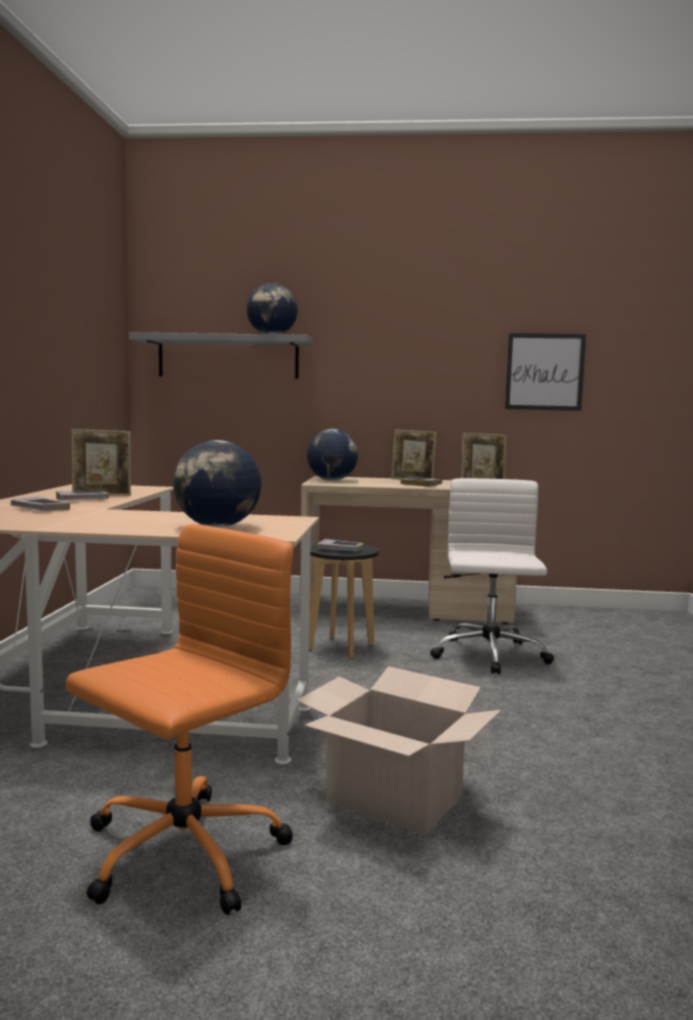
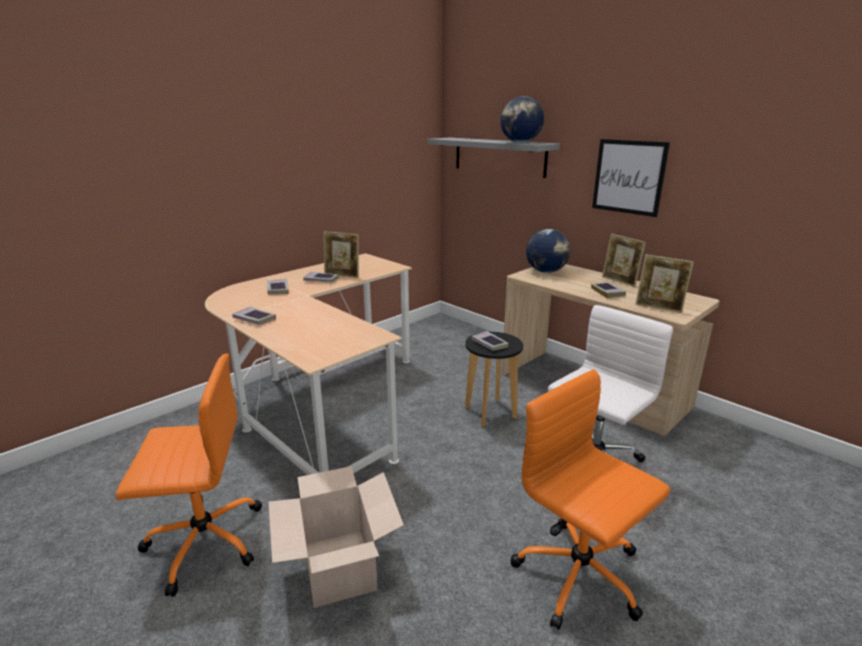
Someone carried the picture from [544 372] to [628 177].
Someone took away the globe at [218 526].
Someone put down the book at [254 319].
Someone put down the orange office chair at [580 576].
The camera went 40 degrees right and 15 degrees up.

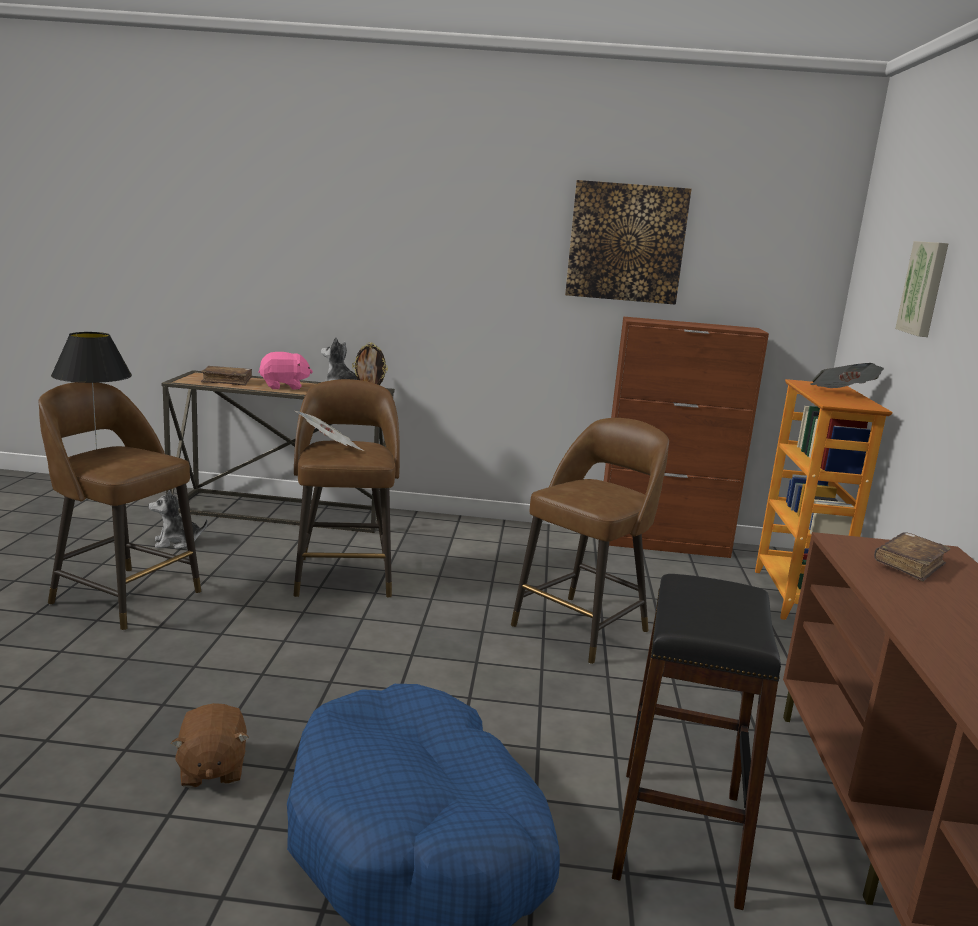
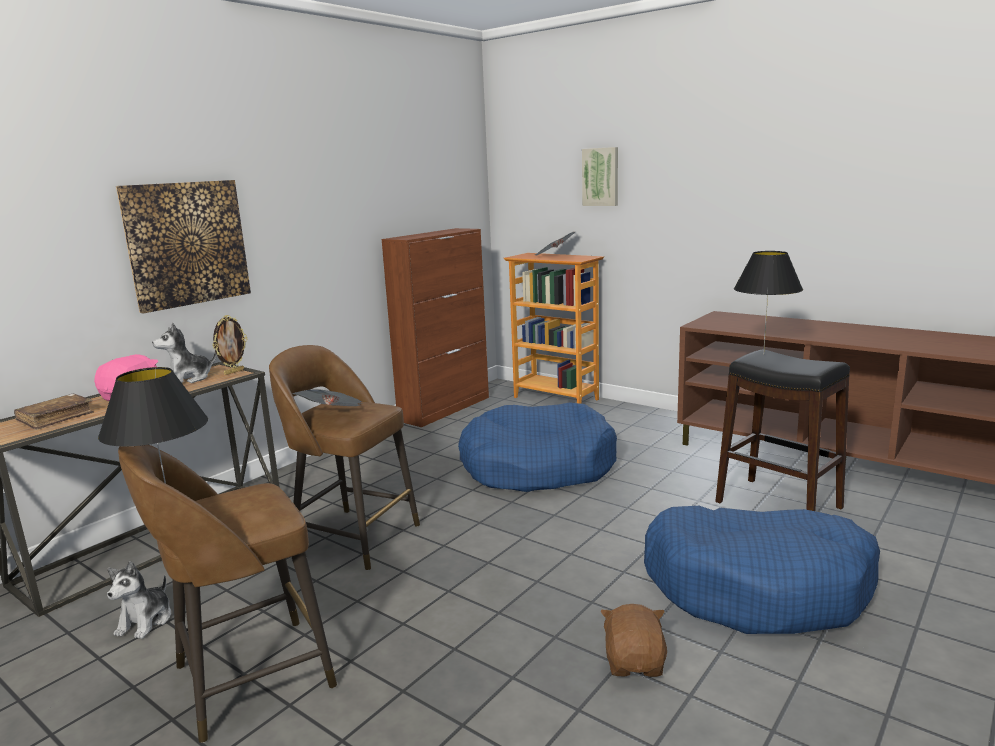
Someone carried the picture from [626 243] to [187 243].
Someone swapped the brown stool at [583 627] for the blue dog bed at [537 466].
Someone took away the brown book at [909 565].
Someone rotated the brown plush toy at [211 769] by 105 degrees counterclockwise.
Someone put down the black table lamp at [764 354].
The camera went 55 degrees left and 0 degrees up.

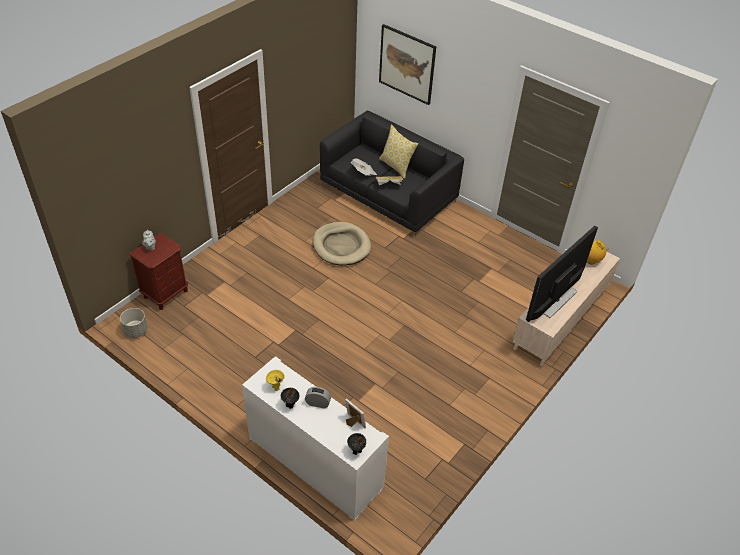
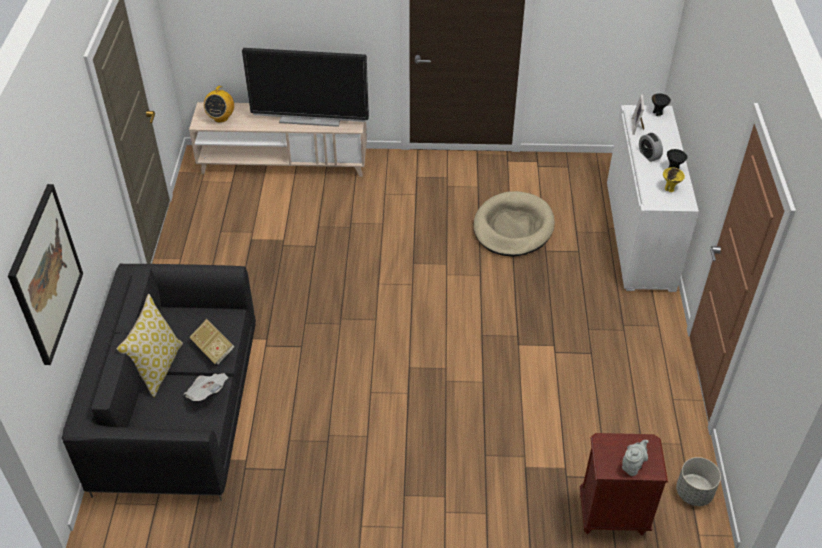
Someone carried the beige dog bed from [341 246] to [513 227].
The camera went 125 degrees left and 0 degrees up.

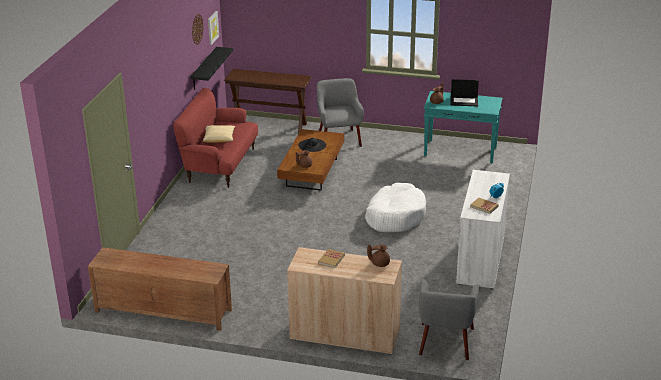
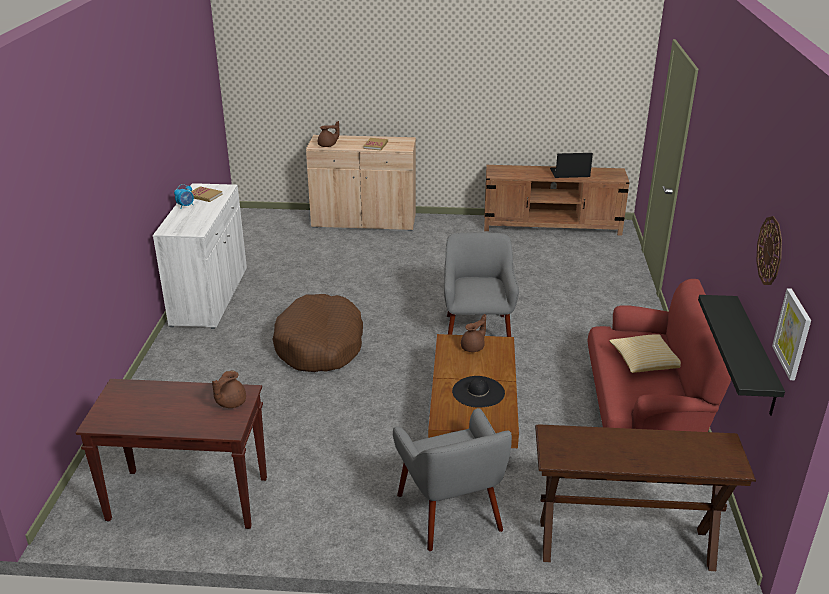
Someone carried the laptop from [464 101] to [569 173].
Someone repainted the turquoise console table at [461 151], which became the brown console table at [187 500].
Someone repainted the white dog bed at [395 216], which became the brown dog bed at [320 346].
Someone carried the grey armchair from [445 341] to [477 331].
The camera went 170 degrees right and 0 degrees up.

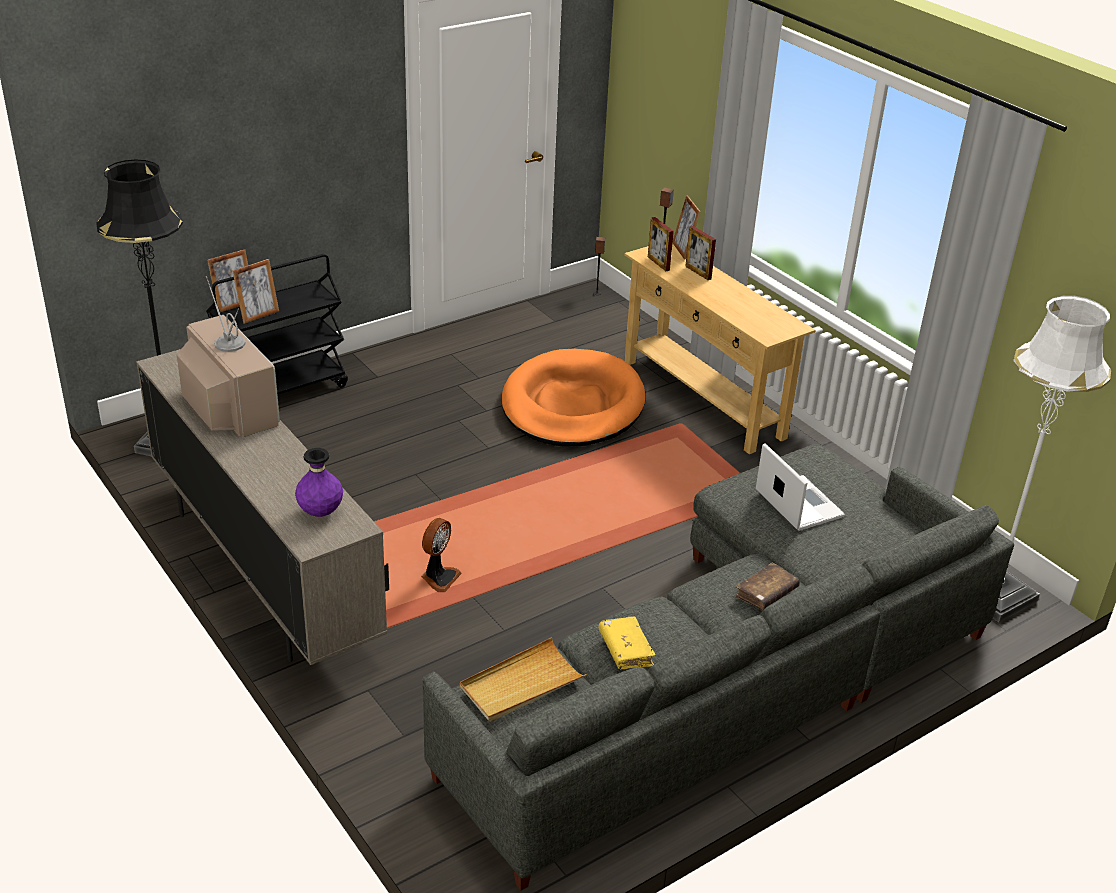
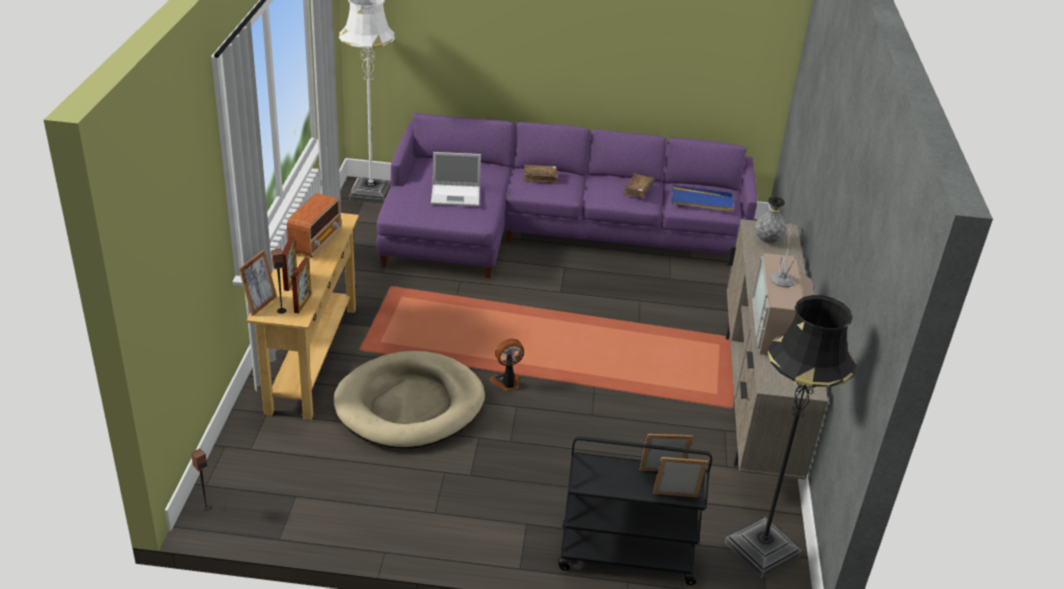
Someone repainted the orange dog bed at [572 405], which became the beige dog bed at [410 405].
Someone rotated the laptop at [797 503] by 105 degrees counterclockwise.
Someone repainted the grey sofa at [735 672], which became the purple sofa at [547 231].
Someone repainted the purple vase at [320 512], which became the grey vase at [767 241].
Someone carried the fan from [439 578] to [507 383].
Someone repainted the yellow book at [625 649], which became the brown book at [638 190].
Someone repainted the beige tray at [521 684], which became the blue tray at [702 201].
Someone put down the radio at [316 242].
The camera went 140 degrees left and 0 degrees up.

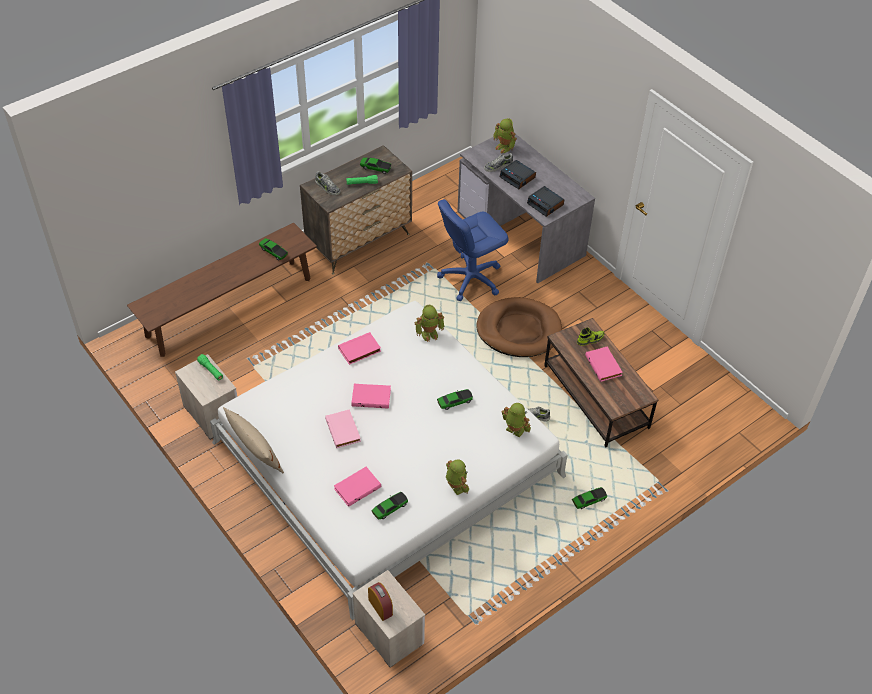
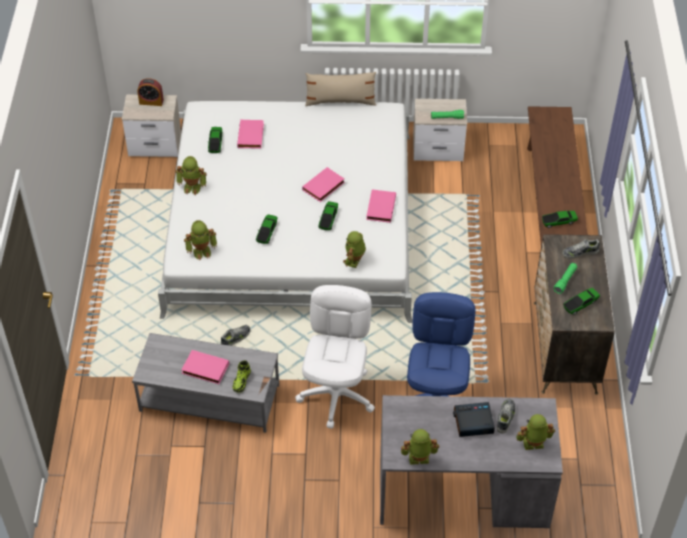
Someone took away the alarm clock at [545 204].
Someone swapped the brown dog bed at [519 330] for the white office chair at [337 395].
Someone repainted the brown coffee table at [595 396], which became the grey coffee table at [210 397].
Someone took away the pink book at [344 430].
Someone carried the toy car from [589 500] to [328 219].
Someone put down the toy robot at [418 459].
The camera went 130 degrees right and 0 degrees up.

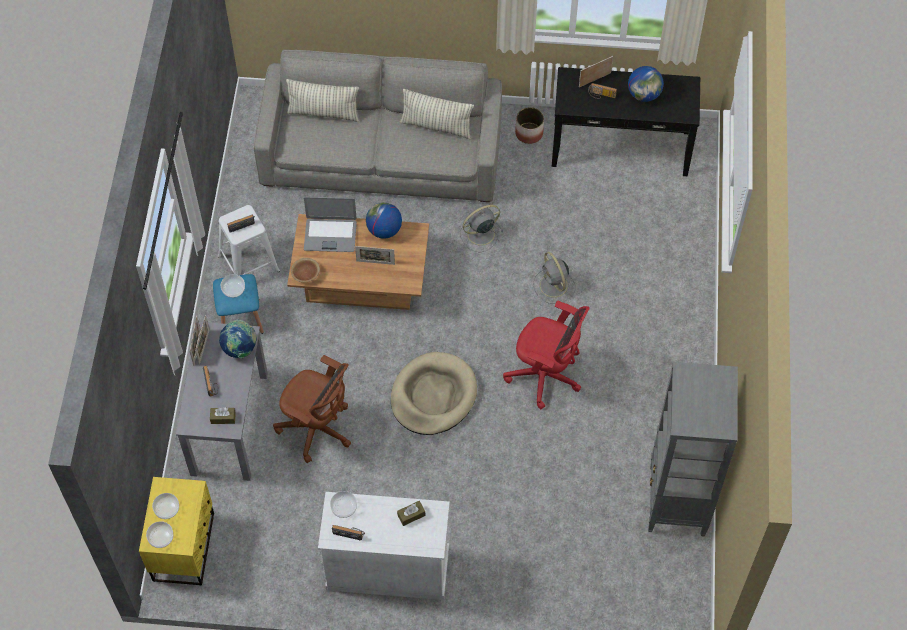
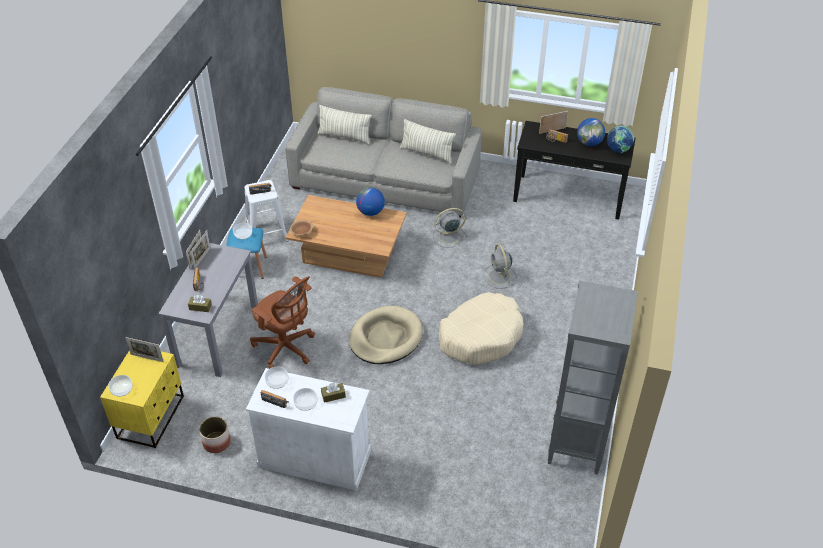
Someone carried the planter from [529 133] to [217 442].
Someone took away the laptop at [330 235].
Someone carried the picture frame from [375 262] to [147 358].
Someone swapped the red office chair at [545 376] for the beige dog bed at [480 336].
Someone carried the globe from [240 349] to [618 150].
Someone carried the bowl from [167 509] to [305 404].
The camera went 10 degrees right and 15 degrees down.

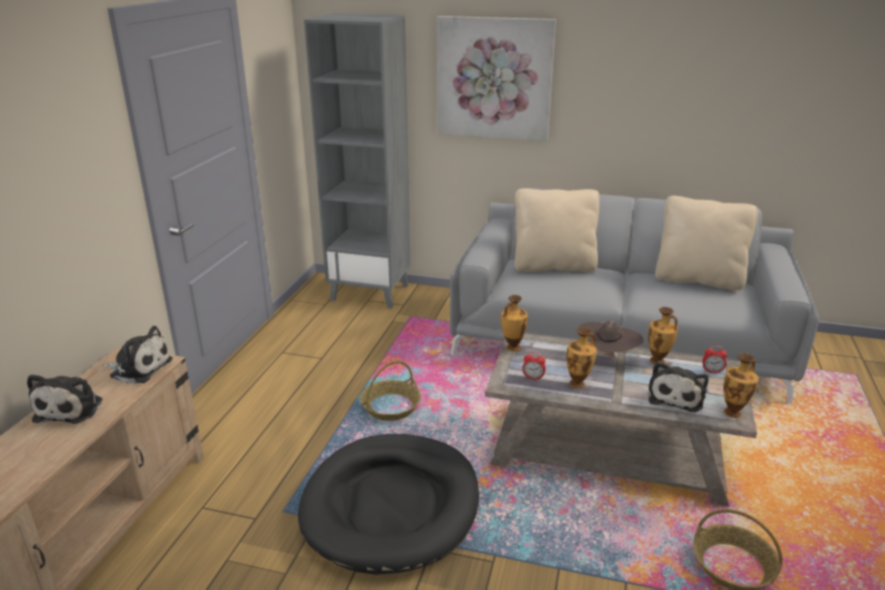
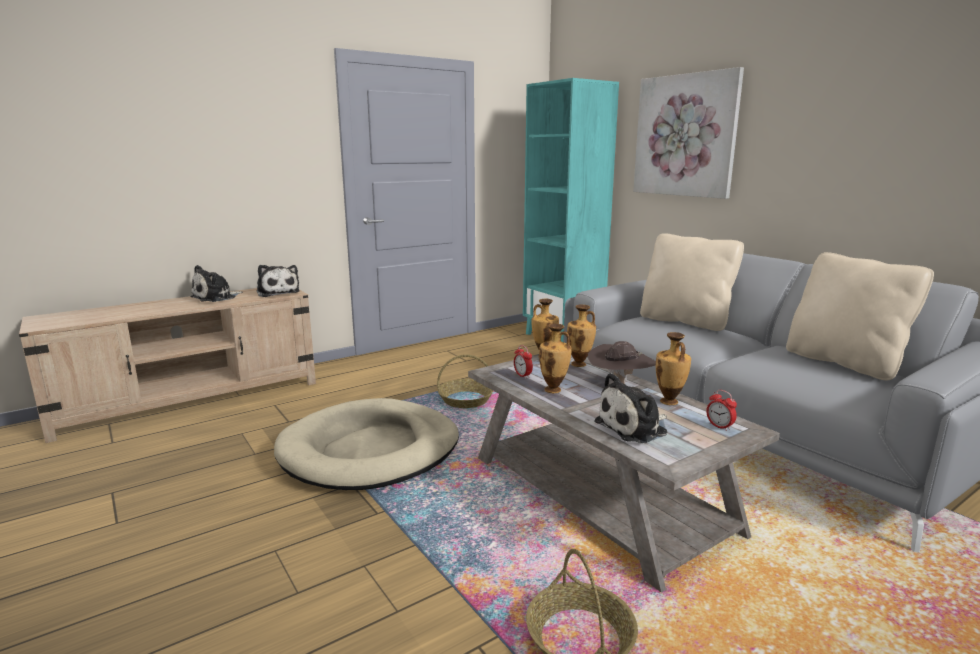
Someone repainted the grey bookcase at [370 292], which became the turquoise bookcase at [563 337].
Someone carried the vase from [733 413] to [579 364].
Someone repainted the black dog bed at [391 505], which became the beige dog bed at [370 450].
The camera went 40 degrees right and 10 degrees down.

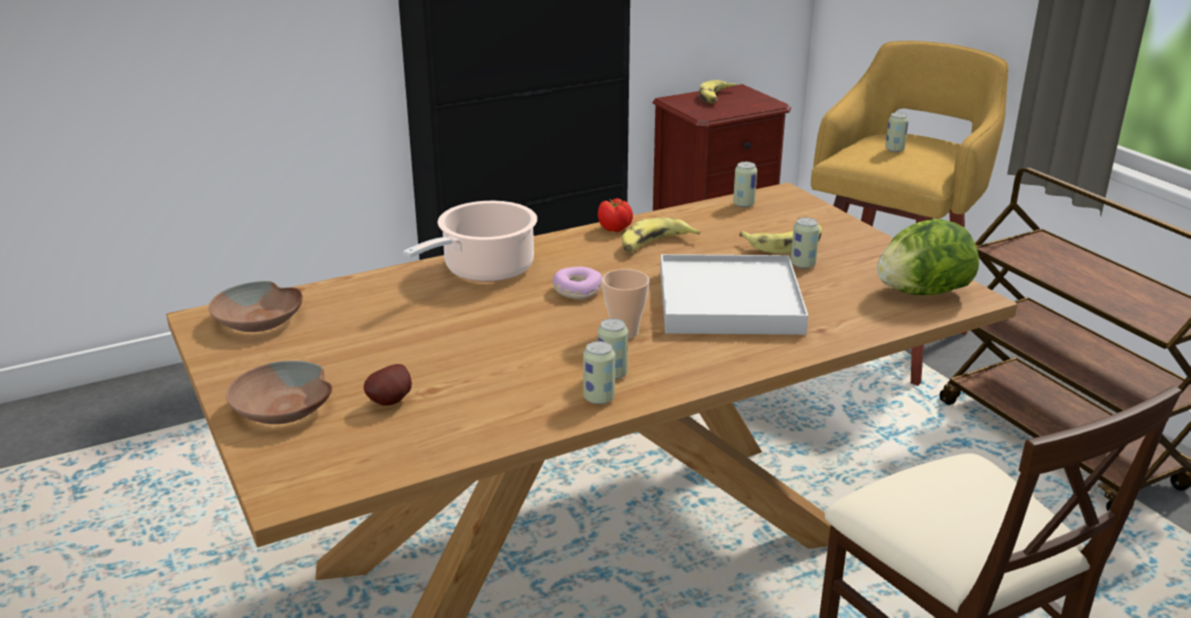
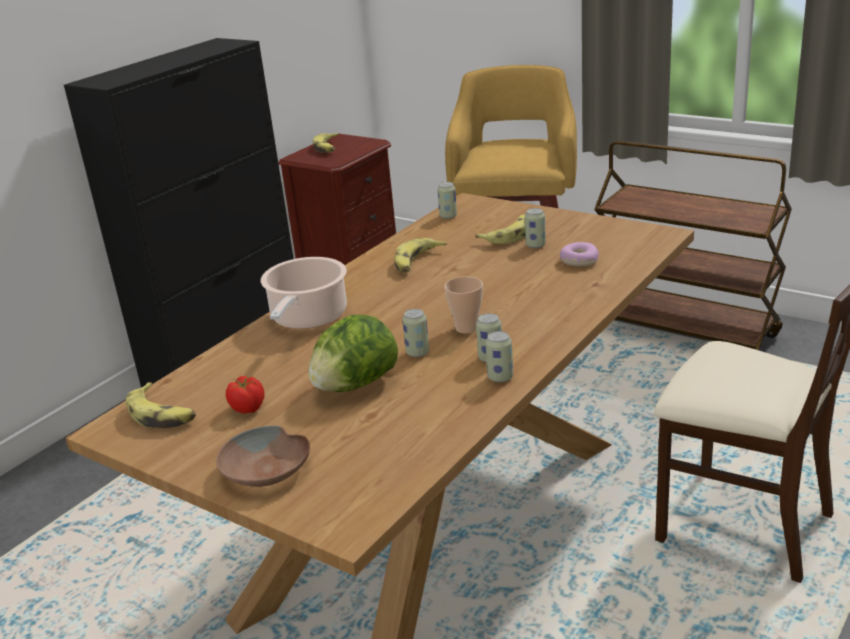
Someone carried the can from [894 150] to [417 353].
Someone carried the tomato from [615 228] to [248 408].
Someone carried the lettuce from [922 292] to [355 385].
Someone took away the white tray at [729 301].
Someone carried the donut from [577 290] to [579 261].
Someone swapped the brown bowl at [259 320] for the banana at [162 414].
Someone took away the potato at [392 402].
The camera went 25 degrees left and 0 degrees up.

